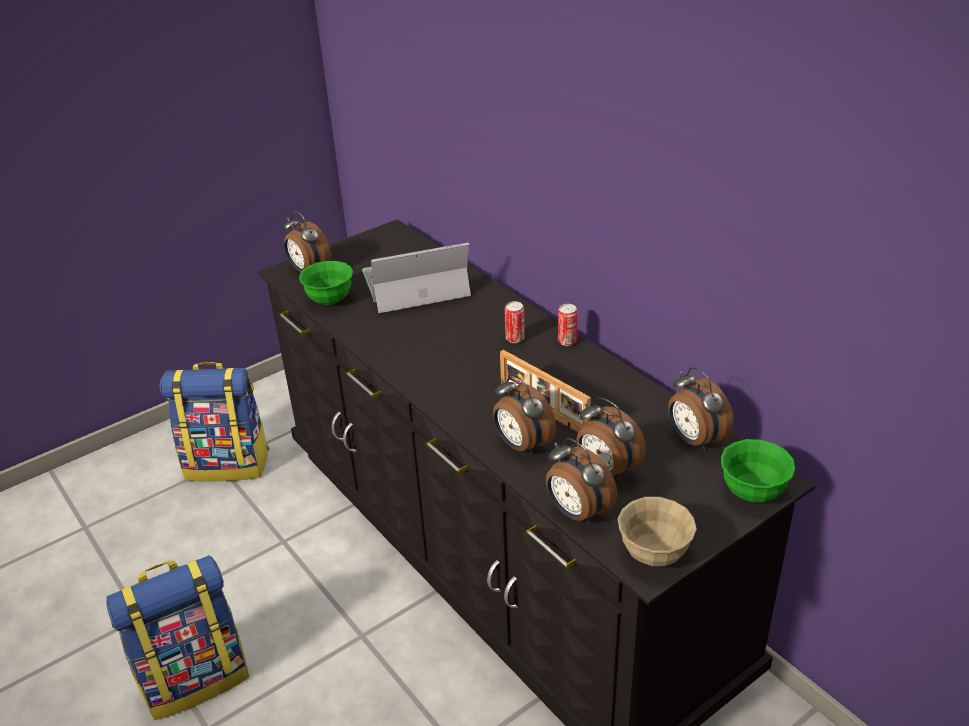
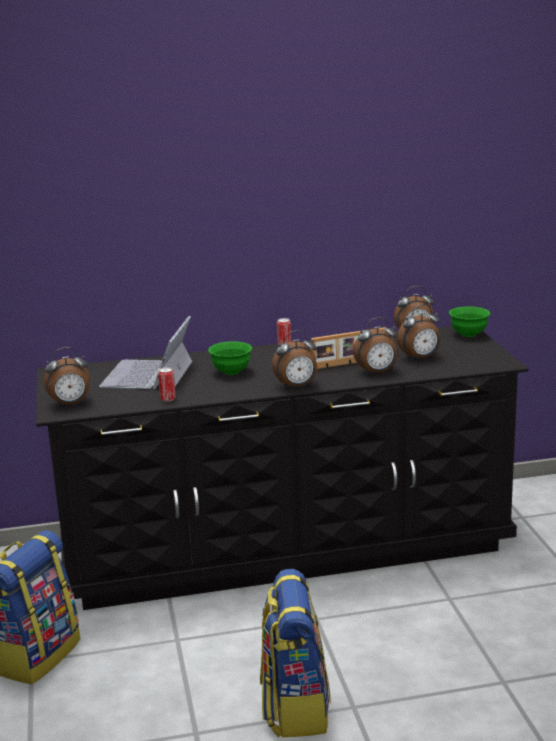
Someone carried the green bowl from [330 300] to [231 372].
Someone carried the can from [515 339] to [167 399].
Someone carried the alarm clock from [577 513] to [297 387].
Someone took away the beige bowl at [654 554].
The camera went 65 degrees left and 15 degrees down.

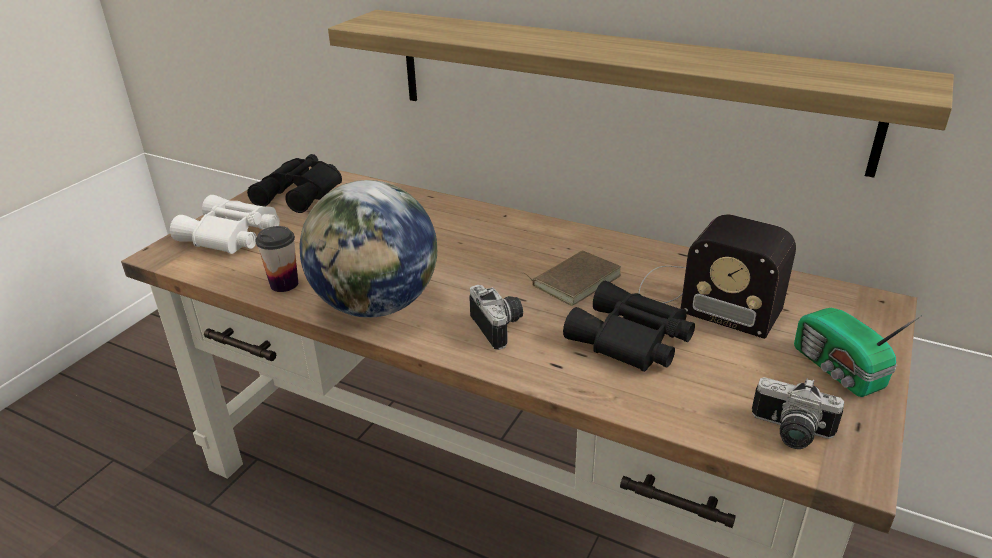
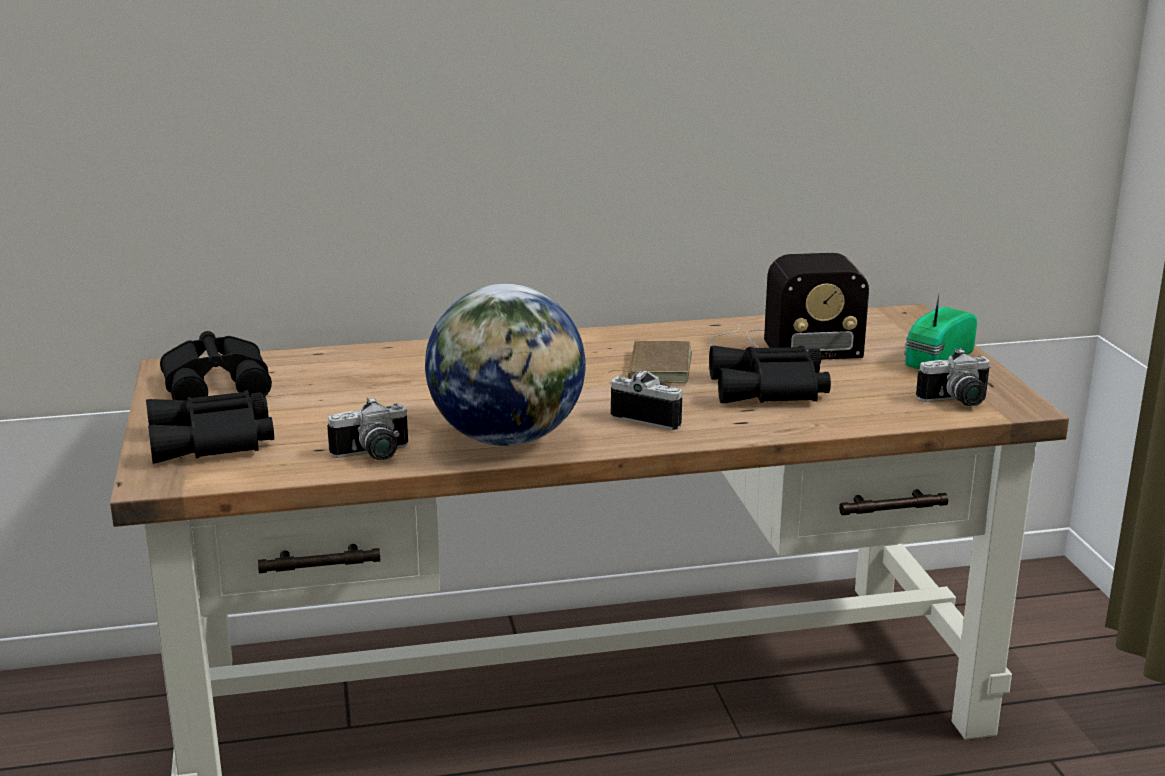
Someone took away the shelf at [616 86].
Someone repainted the white binoculars at [231 236], which became the black binoculars at [213 441].
Someone swapped the cup at [284 284] for the photo camera at [373 455].
Someone rotated the radio at [838 370] by 105 degrees clockwise.
The camera went 40 degrees left and 10 degrees down.

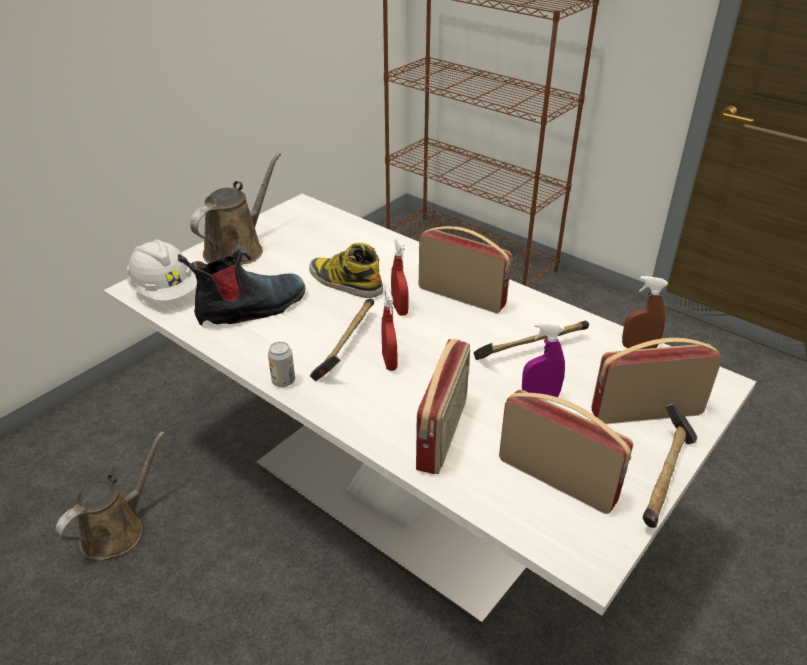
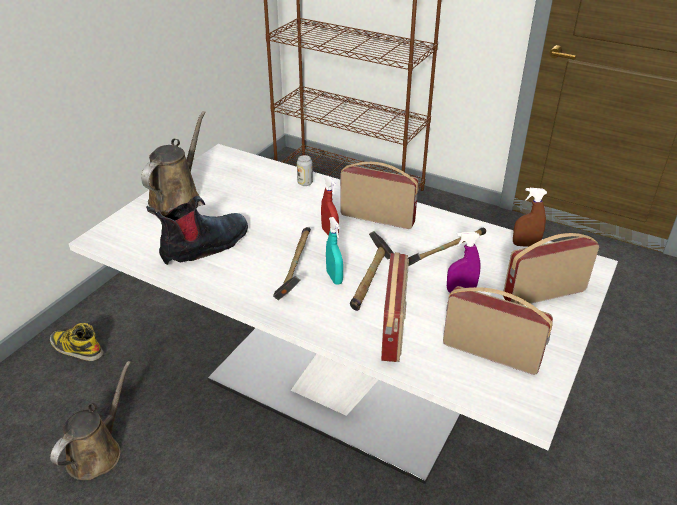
Someone took away the white hard hat at [165 292].
Someone carried the boot from [344 282] to [76 348].
Someone repainted the red spray bottle at [389 362], which became the turquoise spray bottle at [334 277].
Someone carried the can from [283 381] to [305 183].
Someone carried the hammer from [665 478] to [370 281].
The camera went 10 degrees left and 0 degrees up.

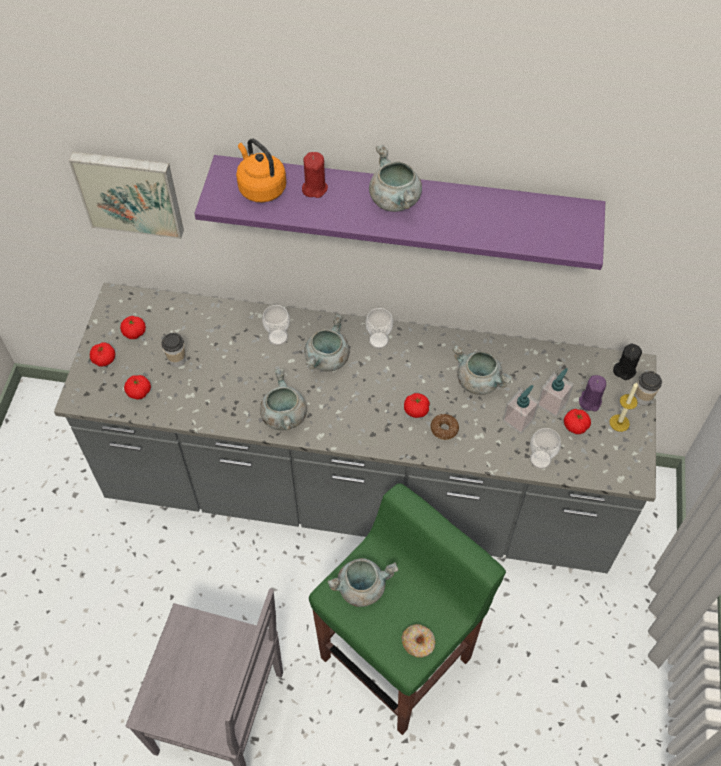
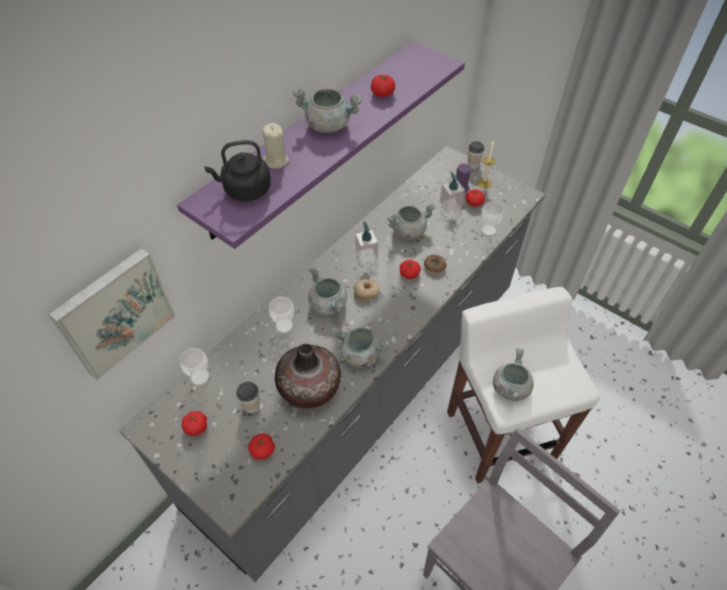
Someone repainted the orange kettle at [260 188], which became the black kettle at [245 190].
Someone repainted the red candle at [314 188], which became the beige candle at [276 161].
Someone carried the cup from [378 340] to [200 377].
Someone carried the tomato from [104 359] to [382 93].
Someone took away the black candle at [624 370].
Someone carried the soap dispenser from [518 420] to [366 255].
Someone repainted the green stool at [398 656], which became the white stool at [500 433].
Someone carried the donut from [418 643] to [366 292].
Someone put down the vase at [309 389].
The camera went 60 degrees left and 5 degrees down.

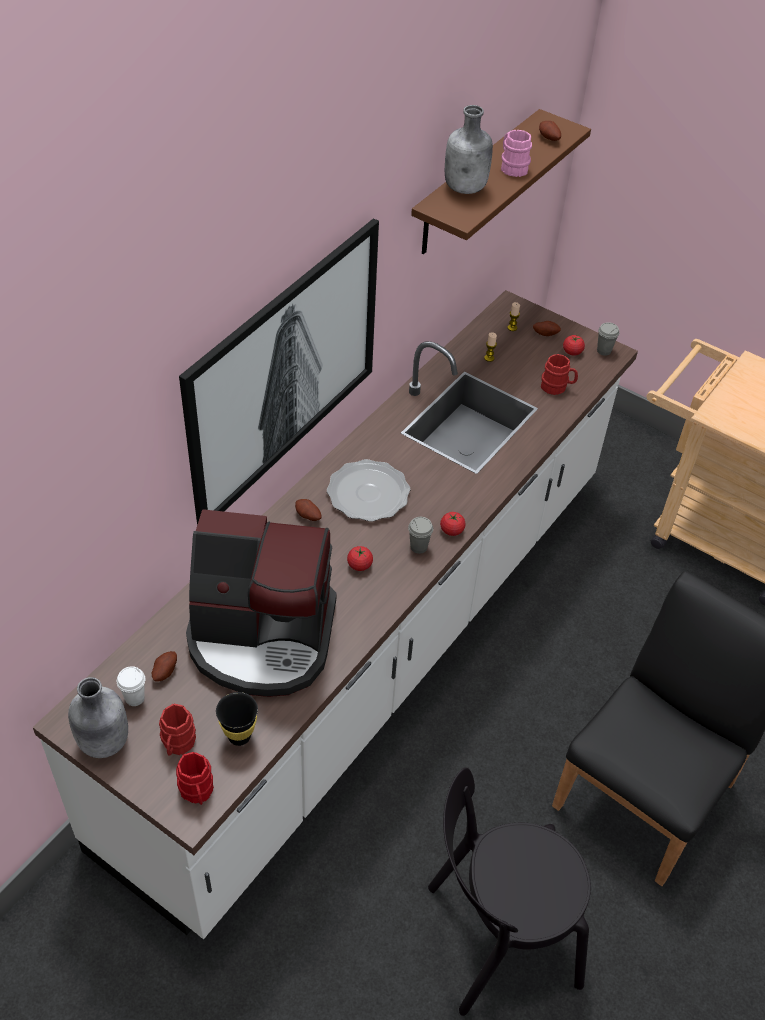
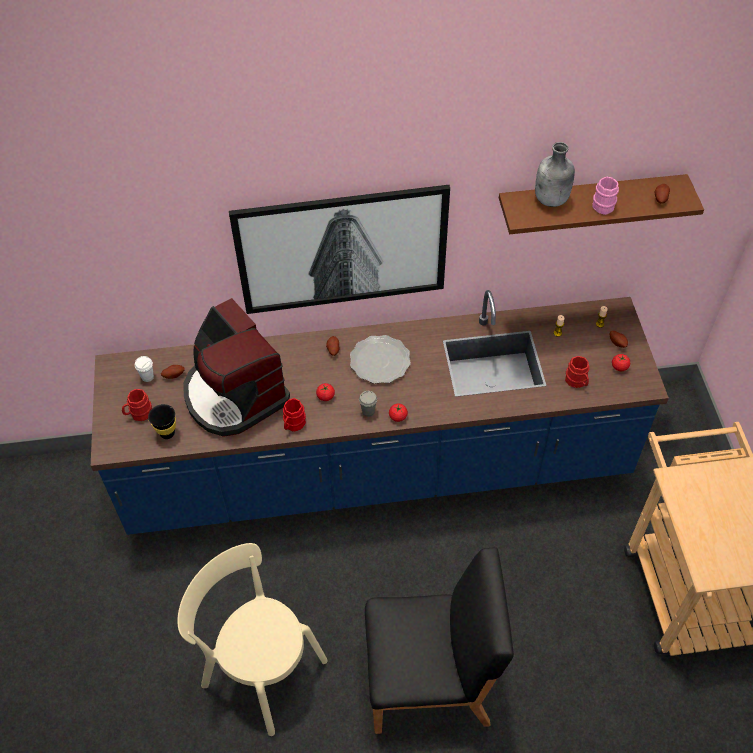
Someone repainted the white counter at [373 647], which became the blue counter at [378 469].
Someone took away the grey cup at [604 351].
Someone took away the grey bottle at [103 743].
Someone carried the red mug from [197 792] to [293 424].
Someone repainted the black chair at [495 937], which became the beige chair at [260 669].
The camera went 50 degrees right and 5 degrees up.

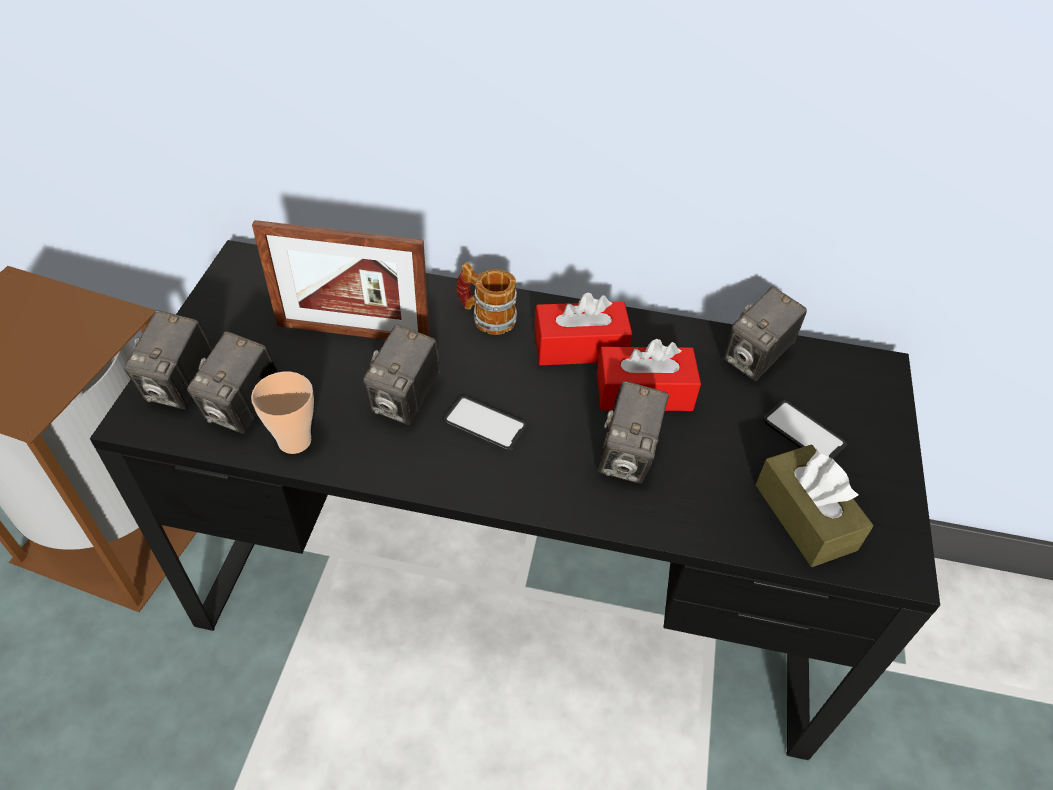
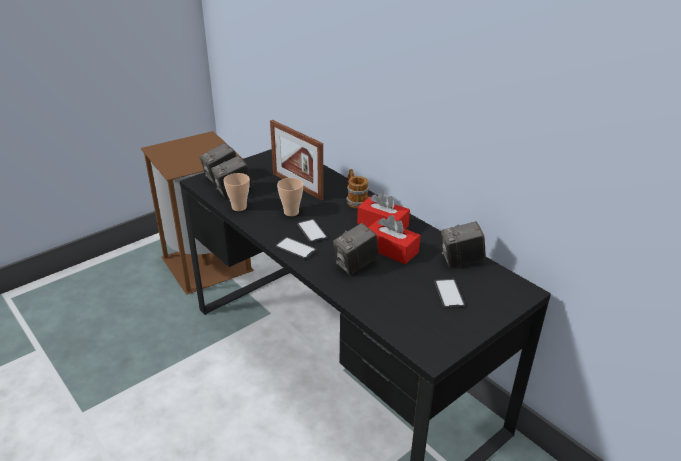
Someone swapped the photo camera at [405 400] for the cup at [291 212].
Someone took away the brown tissue box at [805 517].
Someone put down the phone at [295 248].
The camera went 40 degrees right and 15 degrees down.

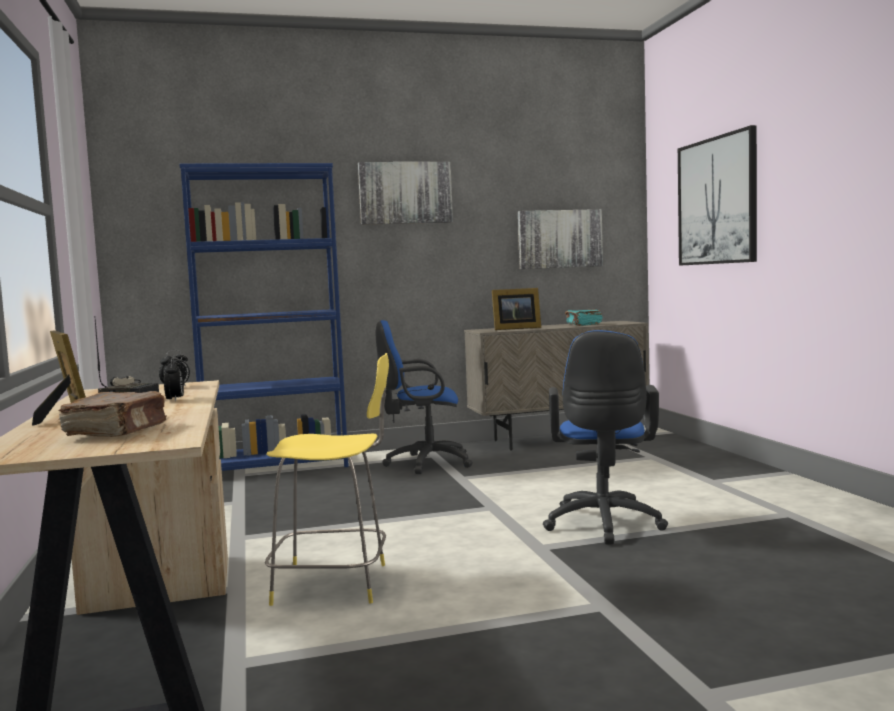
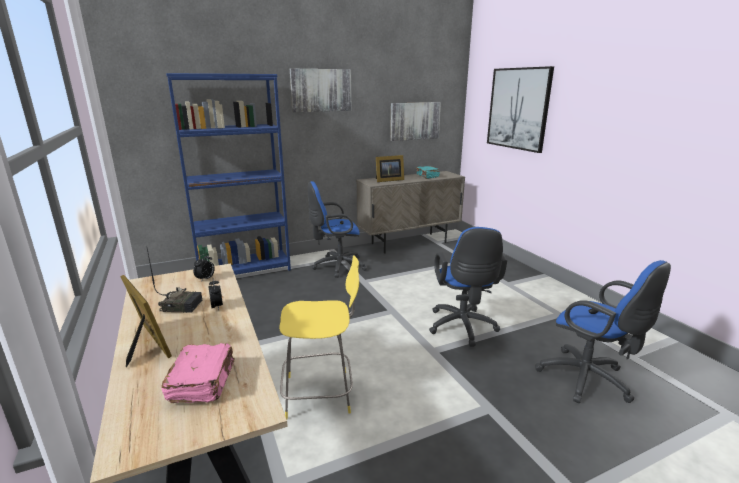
Someone repainted the brown book at [118 431], which became the pink book at [203 382].
Someone put down the blue office chair at [588 380].
The camera went 10 degrees left and 15 degrees up.

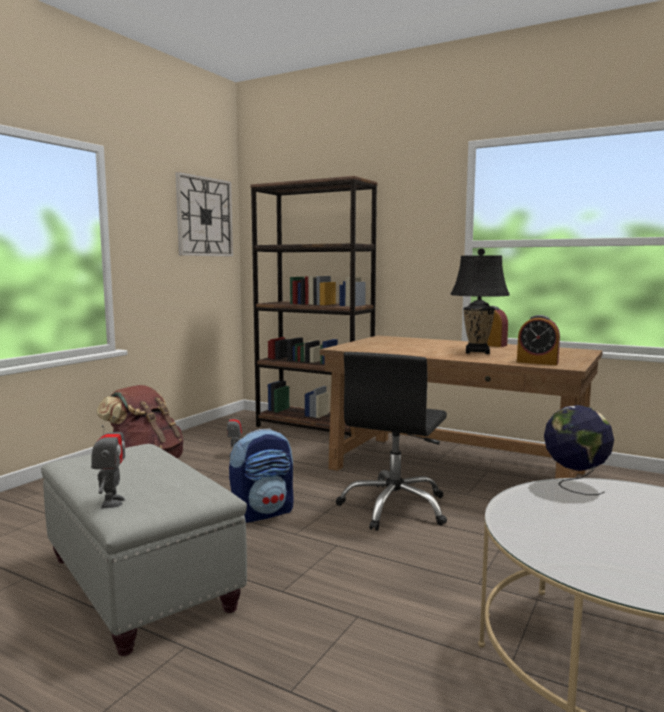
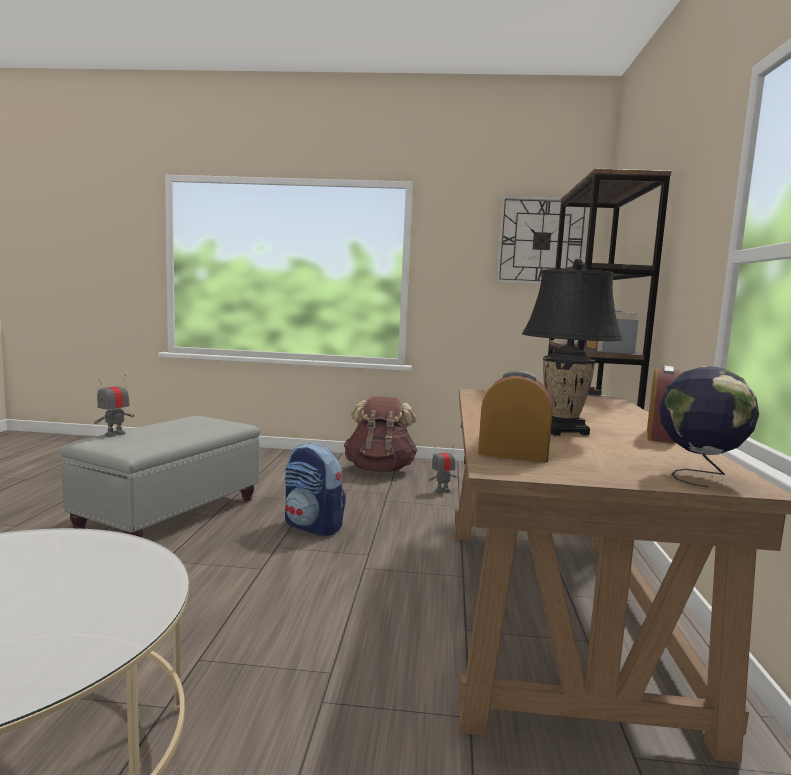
Someone rotated the alarm clock at [537 362] by 105 degrees clockwise.
Someone took away the black office chair at [395 507].
Someone carried the globe from [575 485] to [698 476].
Someone rotated the toy robot at [111 502] by 150 degrees clockwise.
The camera went 65 degrees right and 0 degrees up.

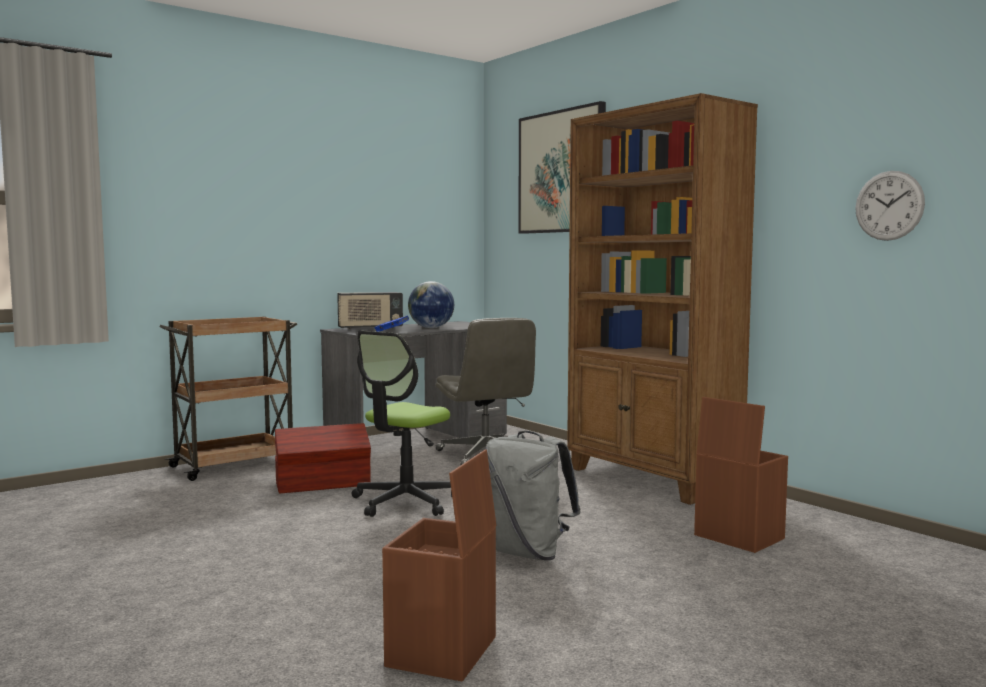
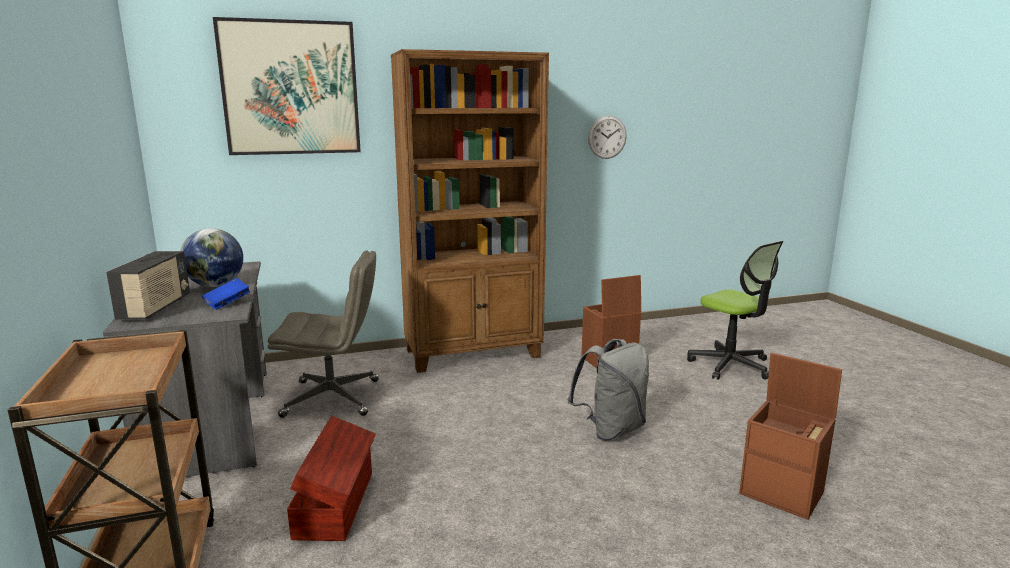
Someone carried the office chair from [405 502] to [730 365].
The camera went 70 degrees left and 10 degrees up.

